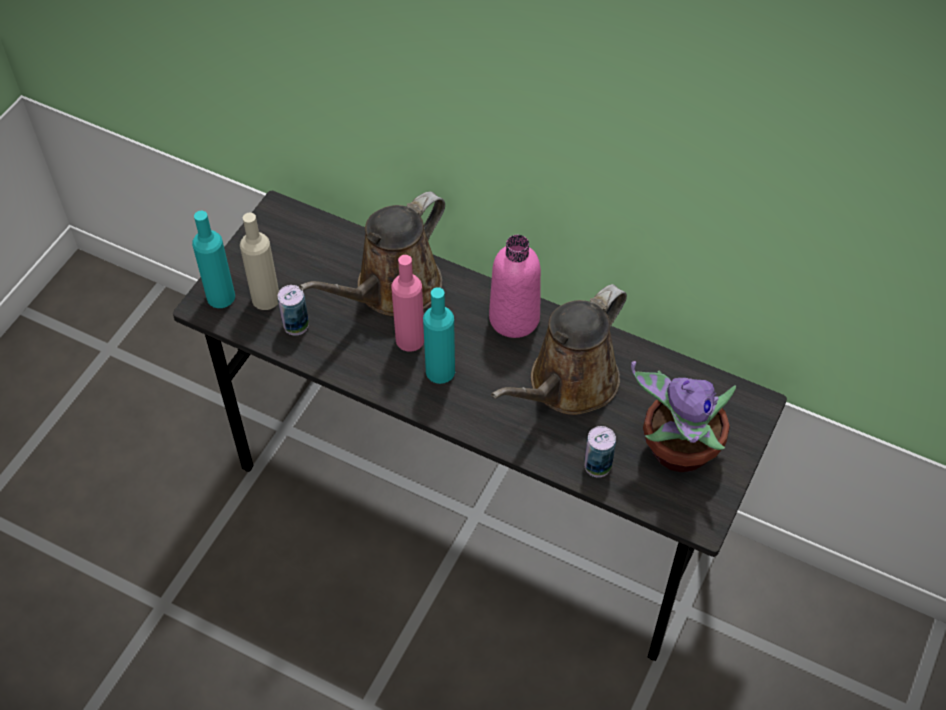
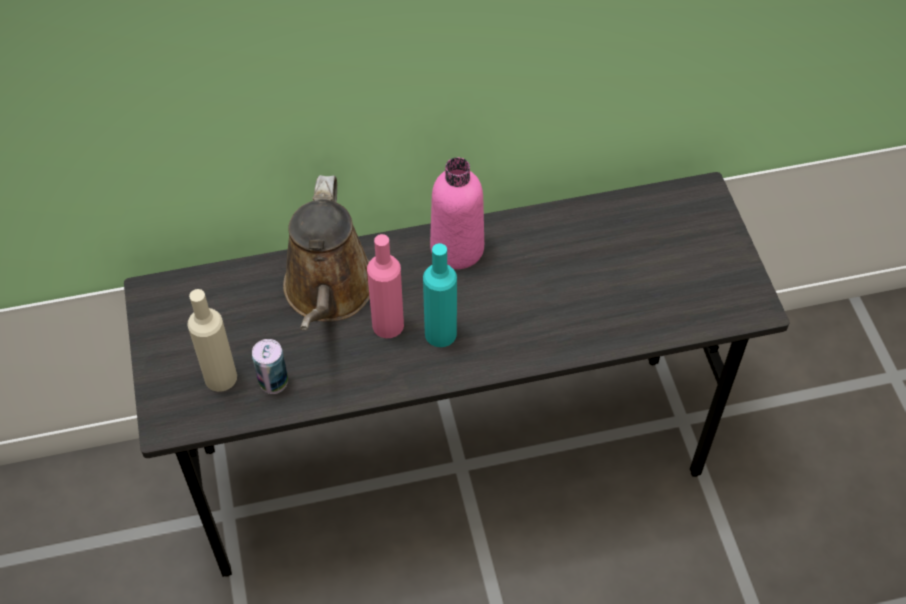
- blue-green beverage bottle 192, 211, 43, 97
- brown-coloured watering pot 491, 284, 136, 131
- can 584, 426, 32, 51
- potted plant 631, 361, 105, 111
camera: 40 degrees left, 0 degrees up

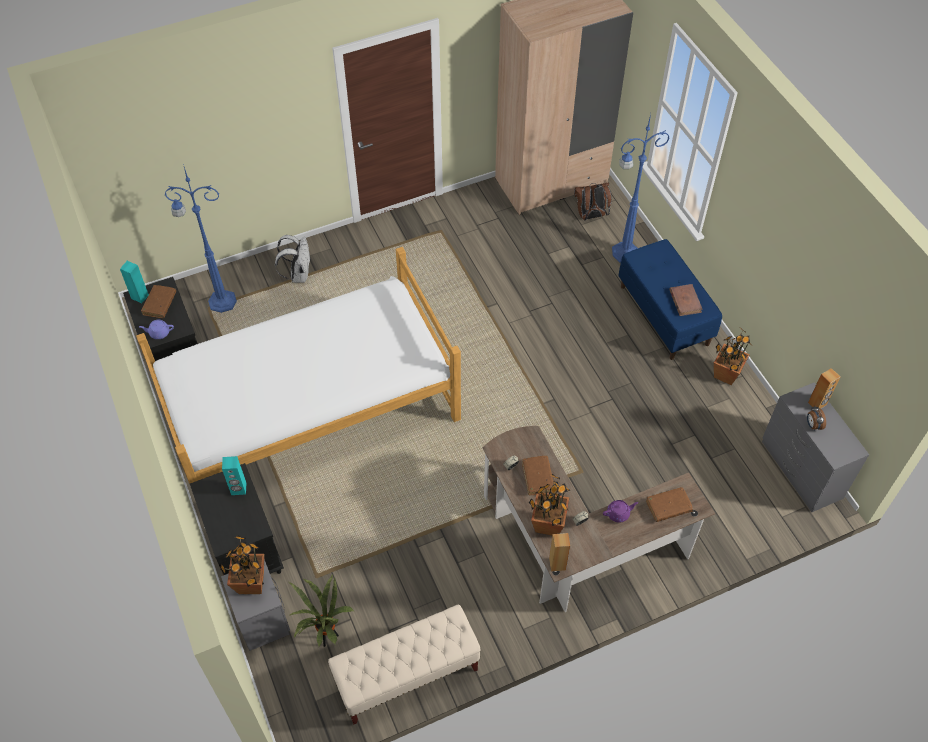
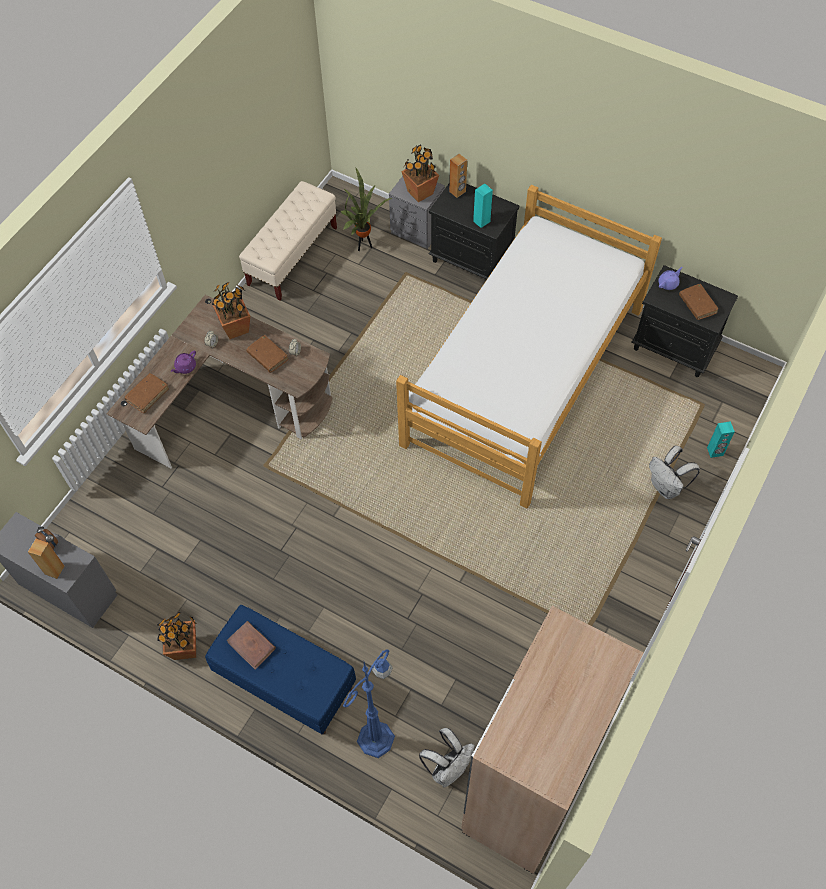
~ blue-green loudspeaker 120, 261, 29, 42 to 707, 421, 28, 37
- blue standard lamp 165, 164, 72, 149
~ brown-coloured loudspeaker 549, 533, 21, 39 to 449, 154, 18, 44
~ brown-coloured rucksack 574, 183, 38, 37 to white rucksack 419, 728, 56, 59
camera: 145 degrees right, 5 degrees up

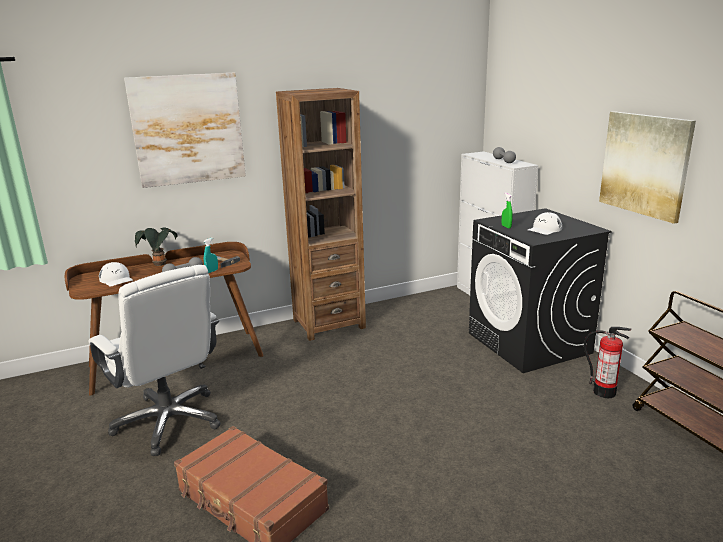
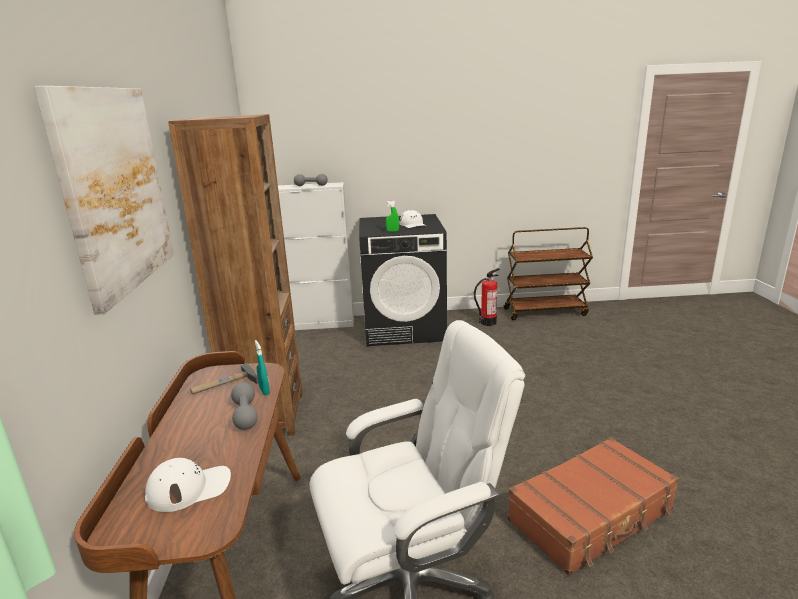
- potted plant 135, 228, 42, 38
- wall art 599, 111, 97, 113
camera: 70 degrees left, 0 degrees up

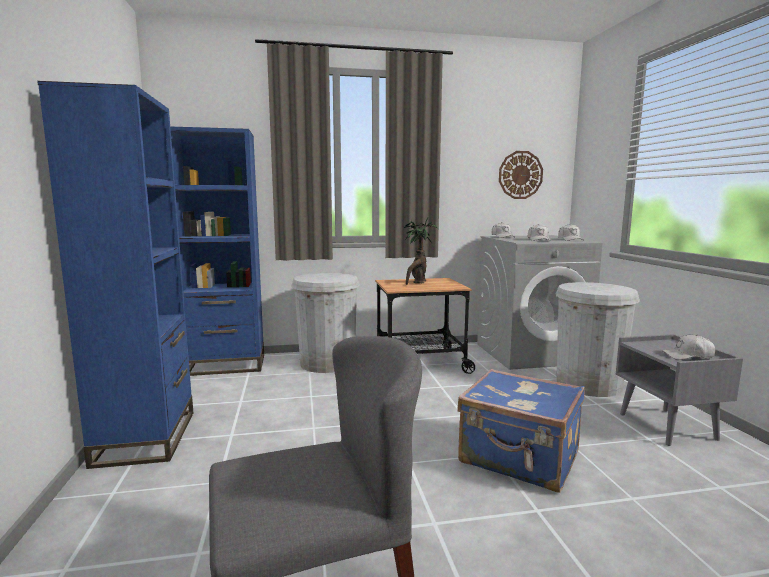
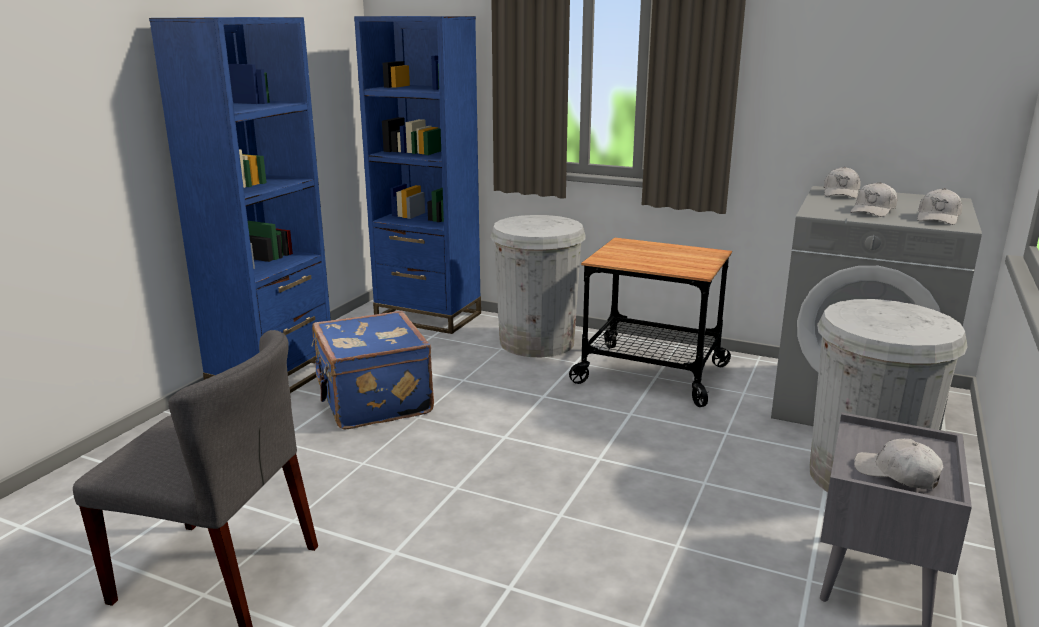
- potted plant 403, 218, 35, 67
~ blue travel case 457, 369, 128, 124 to 311, 311, 123, 118
- wall clock 499, 151, 44, 48
camera: 35 degrees right, 10 degrees up

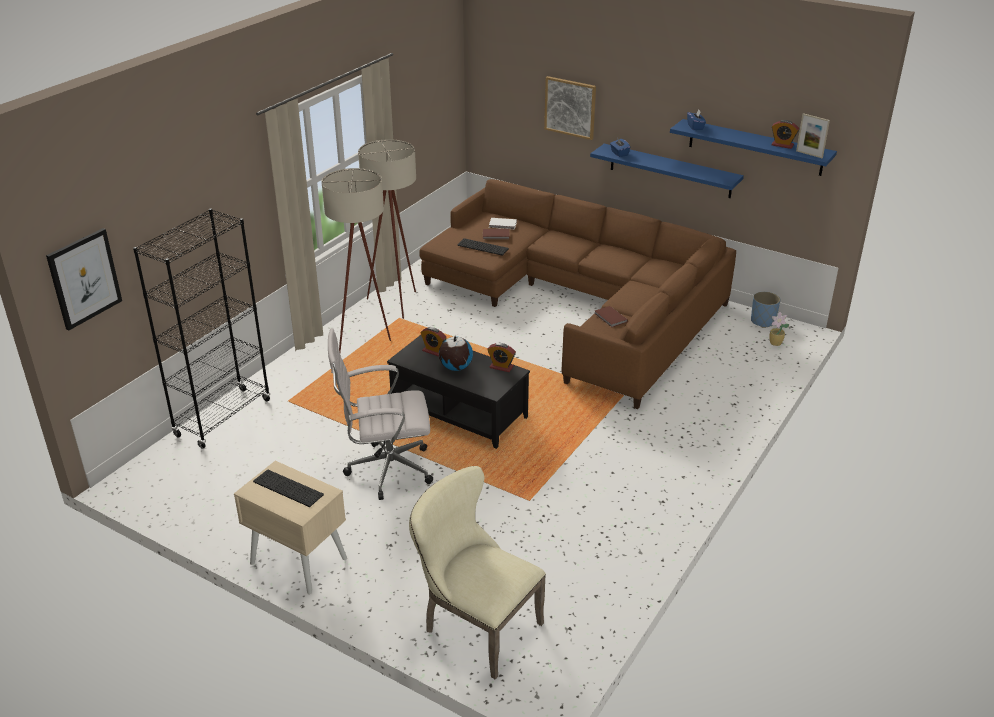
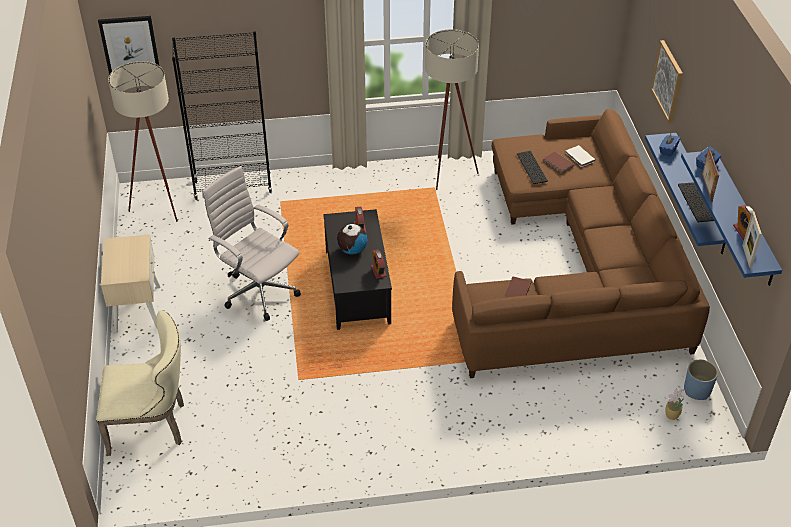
~ computer keyboard 253, 470, 71, 37 to 678, 182, 36, 41
~ sand-coloured standard lamp 321, 168, 70, 184 to 108, 61, 70, 161
~ sand-coloured chair 409, 466, 137, 213 = 96, 310, 88, 146 90 degrees clockwise
+ standing frame 702, 148, 17, 54
camera: 50 degrees right, 10 degrees up

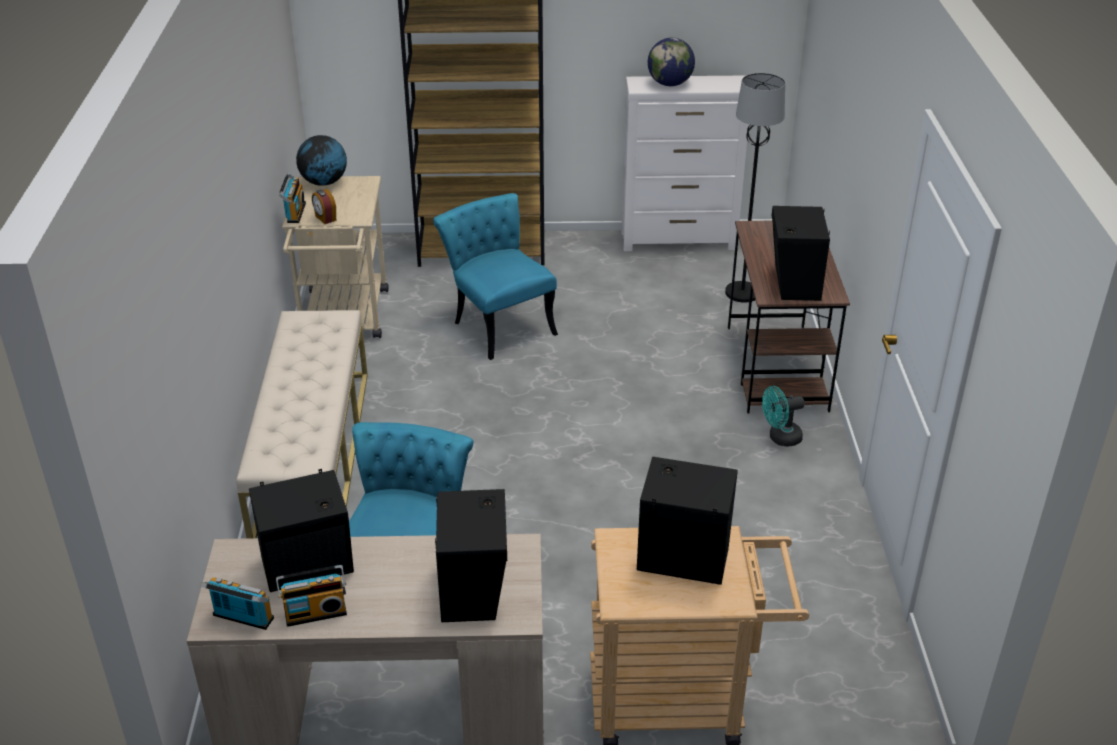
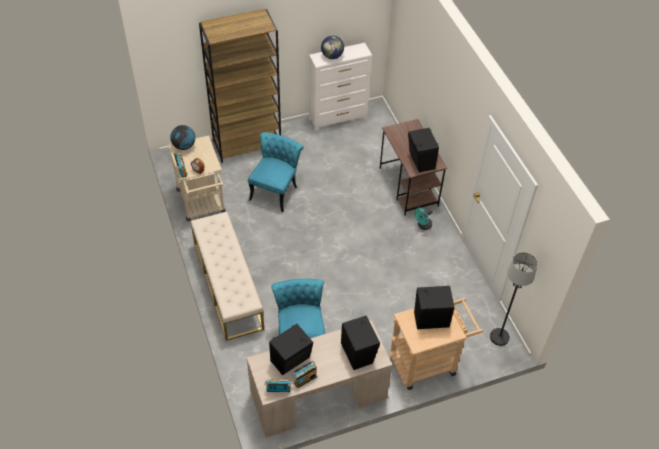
~ blue-green chair 433, 193, 125, 167 = 248, 132, 56, 80 75 degrees clockwise
~ black standard lamp 725, 73, 60, 230 to 490, 252, 47, 94
camera: 20 degrees left, 15 degrees up

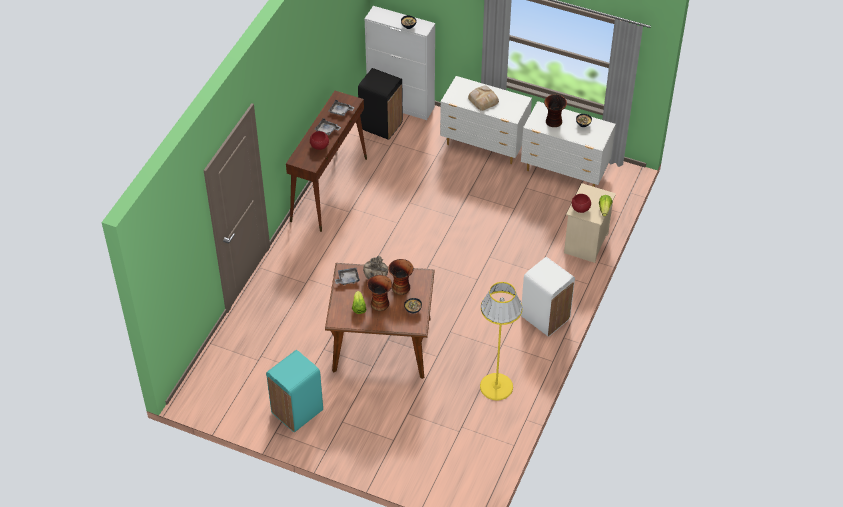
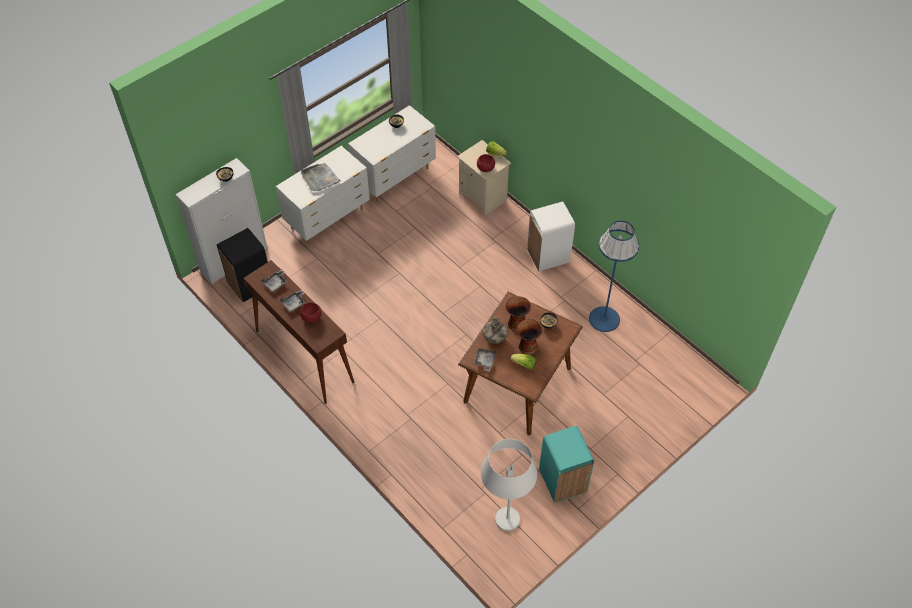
~ bakery bread 468, 86, 31, 25 to greyish serving tray 301, 163, 40, 28
~ yellowish standard lamp 480, 282, 43, 119 to blue standard lamp 589, 220, 50, 112
- flower vase 544, 94, 23, 33
+ white standard lamp 481, 439, 56, 92
camera: 65 degrees left, 5 degrees up

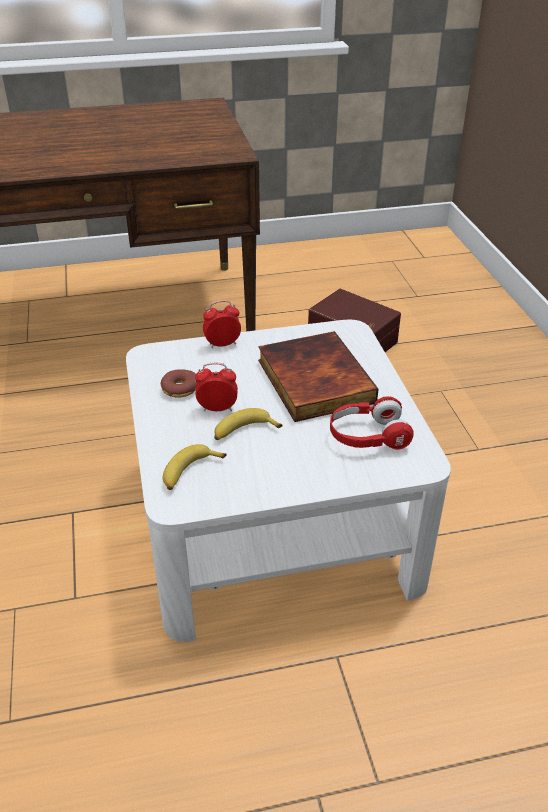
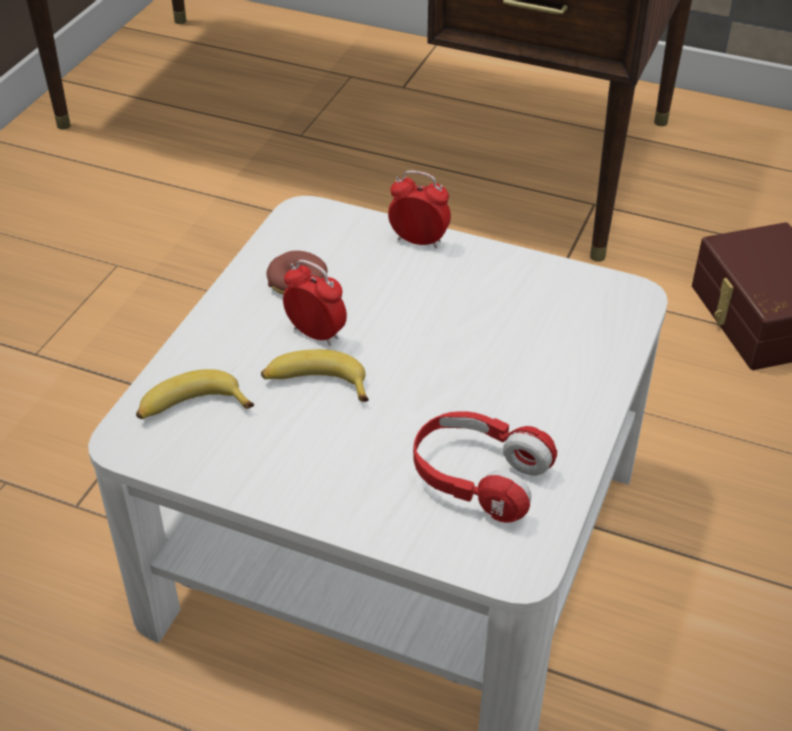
- bound book 258, 331, 120, 91
camera: 35 degrees right, 5 degrees up

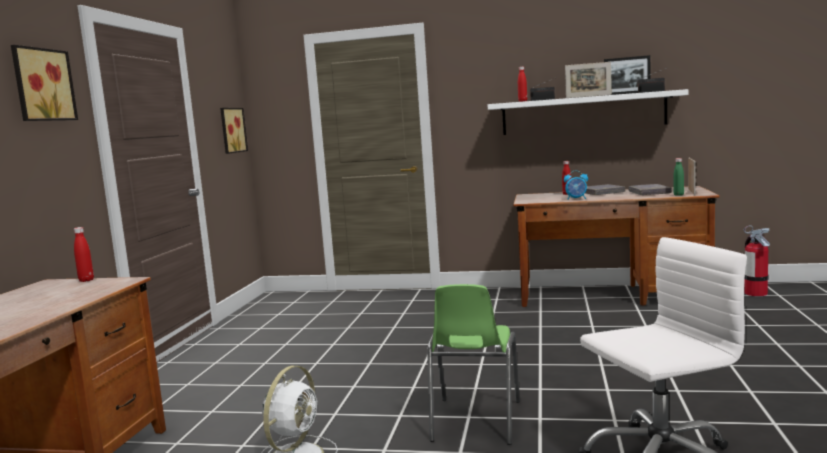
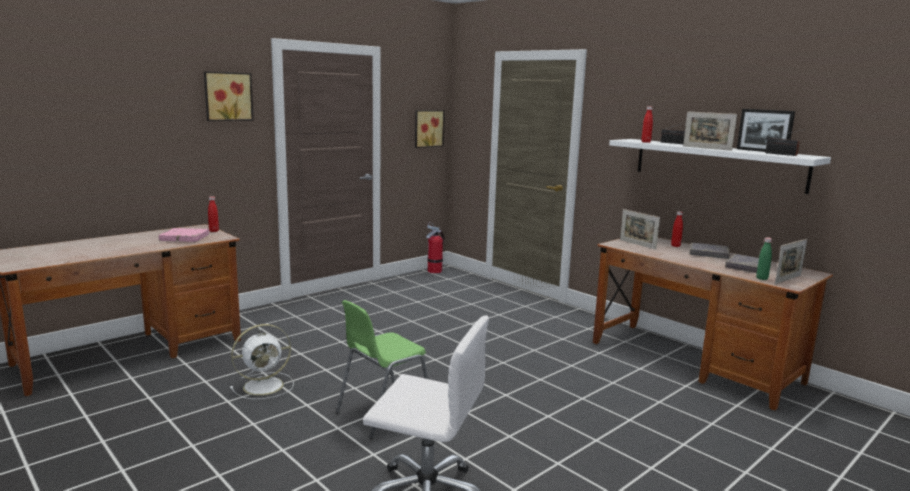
- bedside clock 564, 170, 24, 30
~ extinguisher 744, 225, 26, 71 to 426, 222, 19, 51
+ pink-coloured bound book 159, 228, 50, 14
+ standing frame 620, 209, 40, 41
camera: 35 degrees right, 5 degrees up

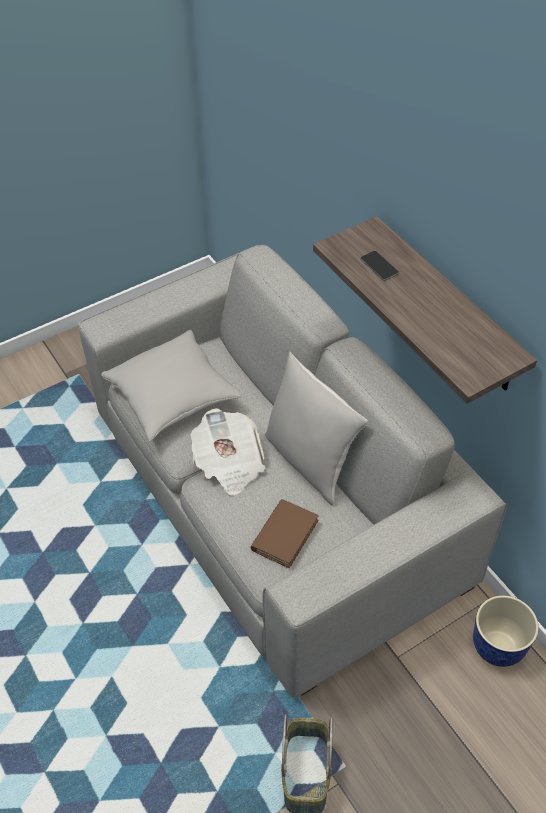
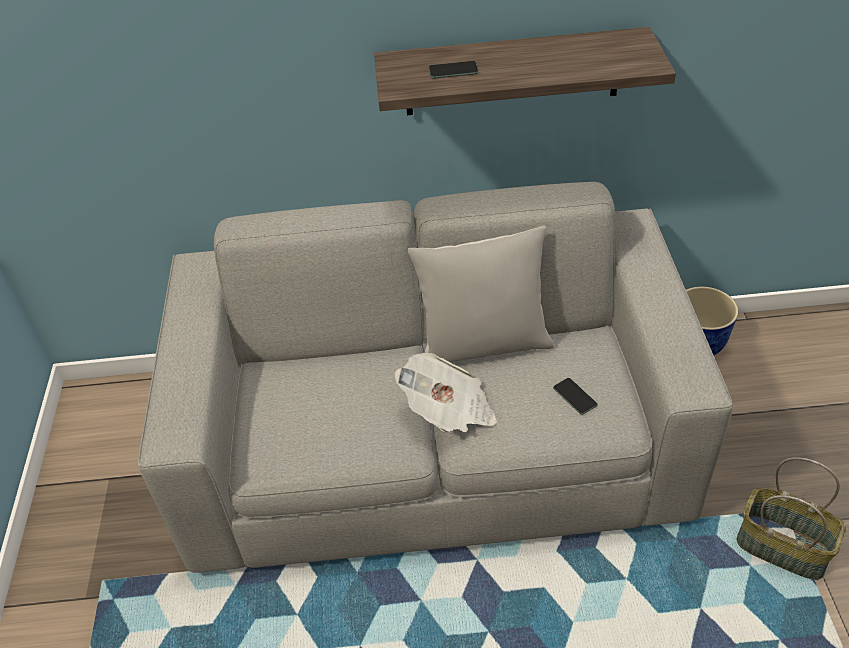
- greyish cushion 101, 330, 141, 111
~ brown-coloured bound book 251, 499, 68, 69 to handset 553, 378, 44, 37
camera: 60 degrees left, 5 degrees down

